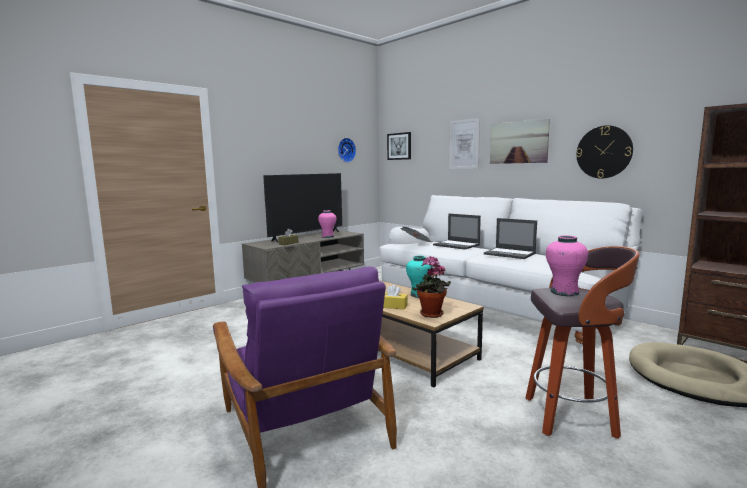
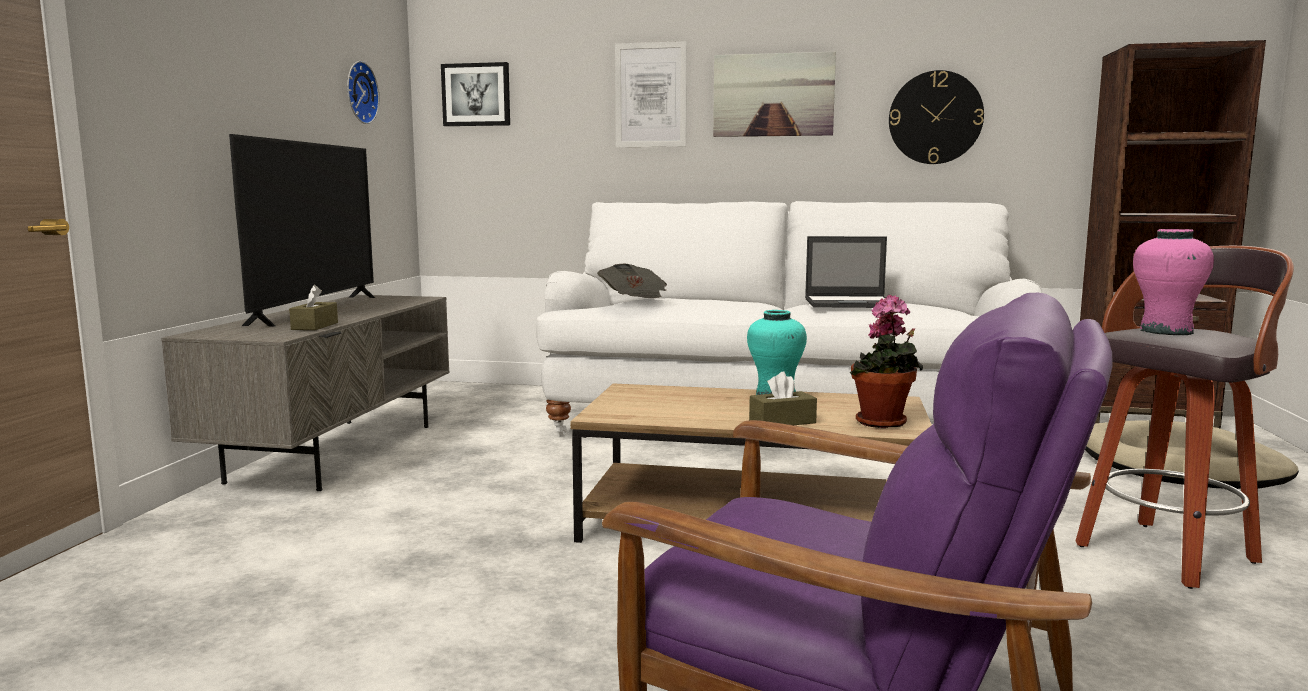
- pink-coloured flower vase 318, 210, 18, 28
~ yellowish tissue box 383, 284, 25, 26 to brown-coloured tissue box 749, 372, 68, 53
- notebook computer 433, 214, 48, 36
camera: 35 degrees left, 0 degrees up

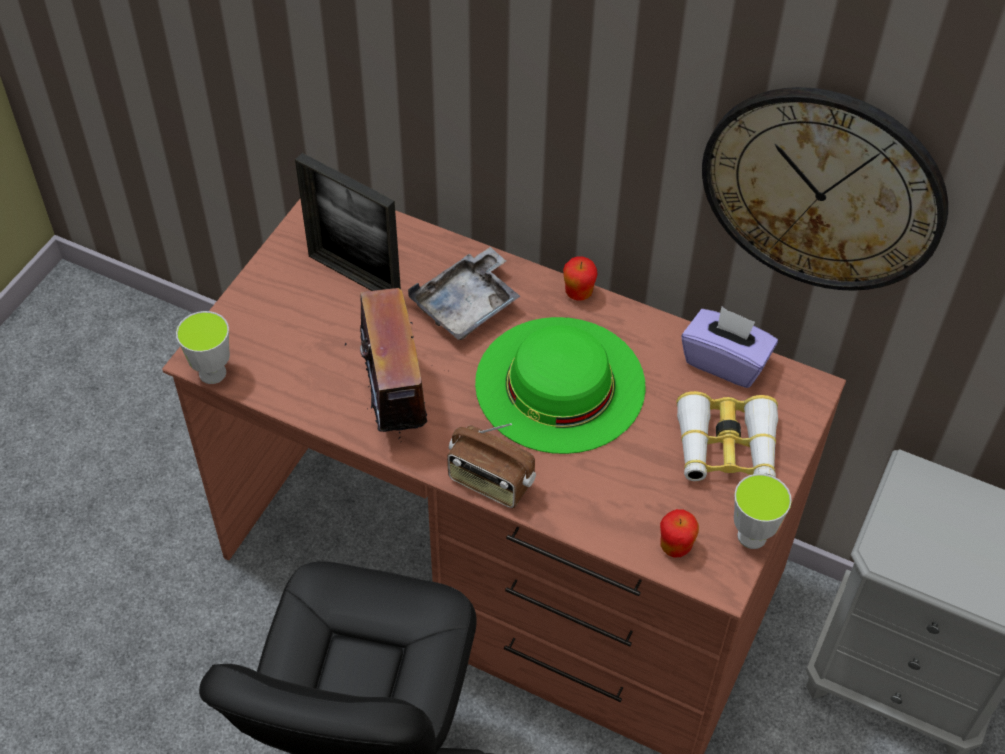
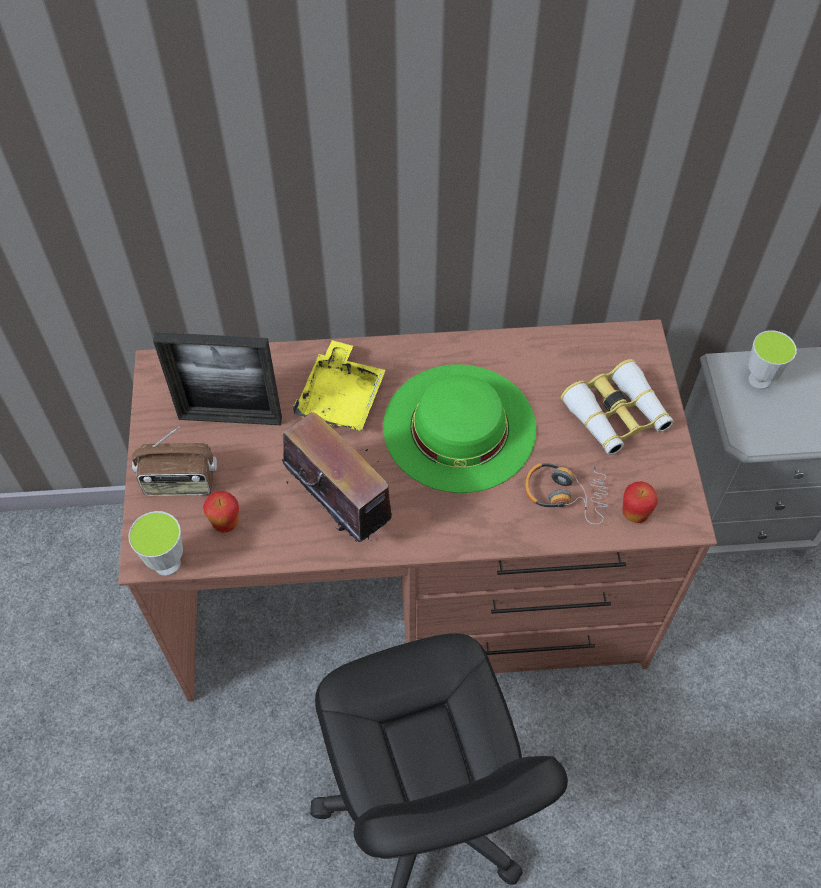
~ greyish serving tray 408, 247, 112, 93 to yellowish serving tray 292, 340, 94, 91
~ radio 447, 423, 89, 85 to 132, 426, 85, 70
~ apple fruit 563, 256, 35, 45 to 203, 491, 36, 42
- purplish tissue box 681, 307, 97, 81
- wall clock 702, 87, 246, 204
~ cup 734, 474, 58, 75 to 748, 330, 49, 59
+ headphones 525, 463, 83, 62
camera: 30 degrees left, 5 degrees up

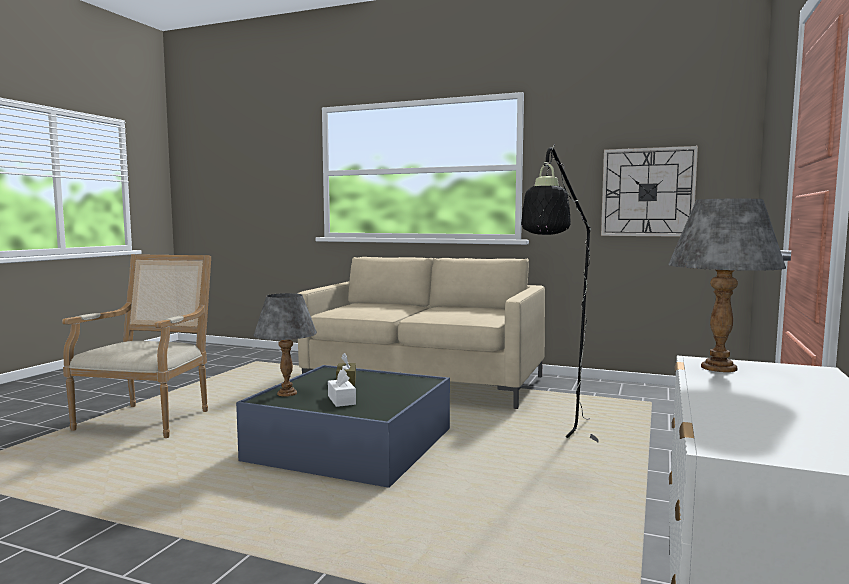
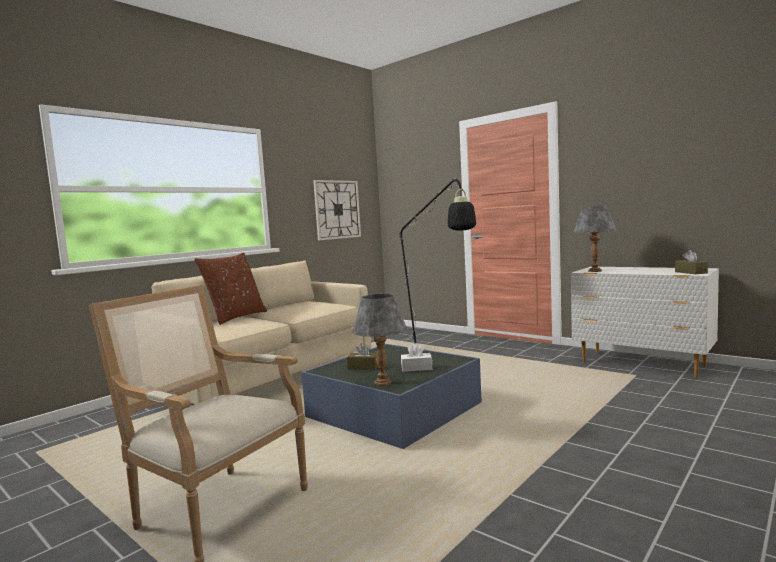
+ brown-coloured cushion 194, 252, 73, 73
+ brown-coloured tissue box 675, 250, 33, 24
camera: 70 degrees left, 0 degrees up

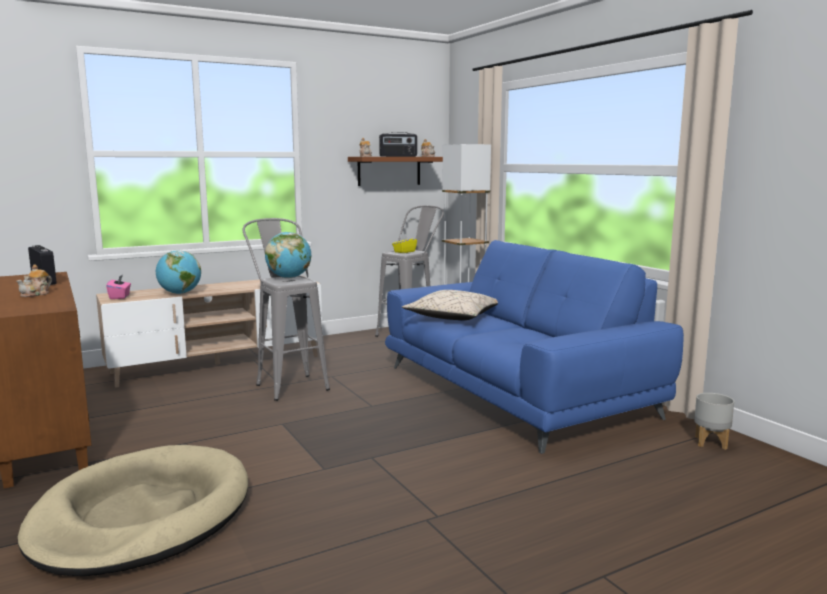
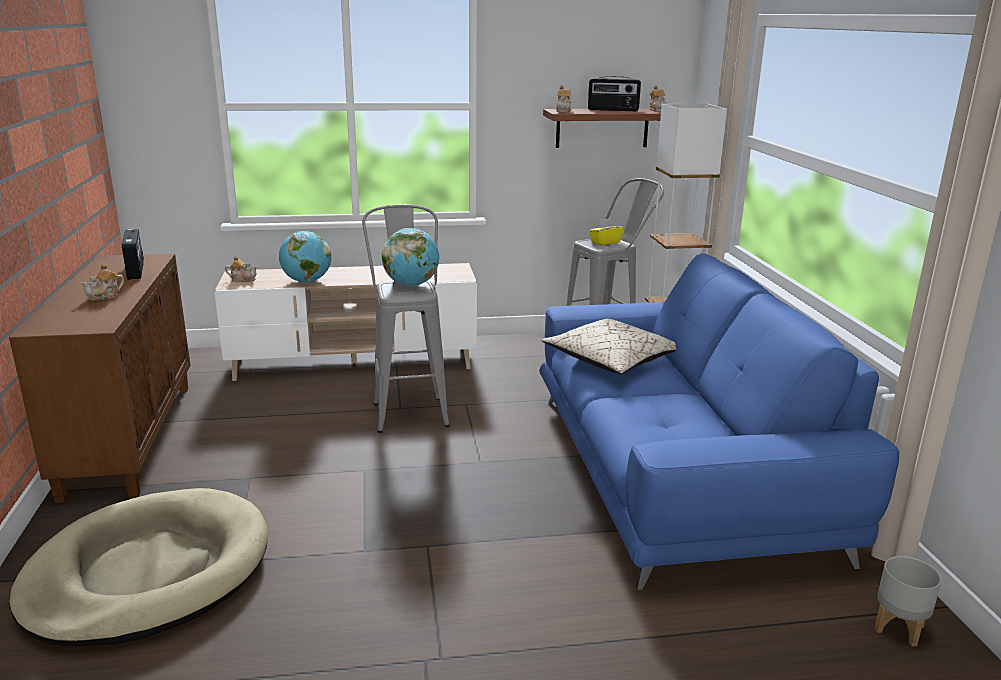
~ pink-coloured tissue box 106, 275, 25, 24 to tea pot 225, 256, 32, 26
camera: 20 degrees right, 10 degrees up

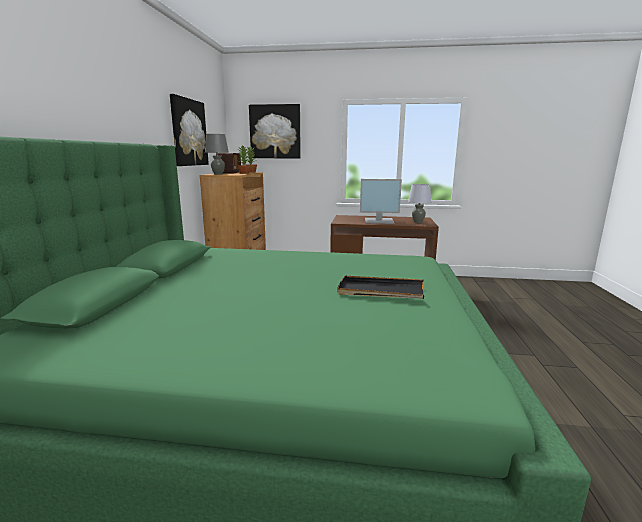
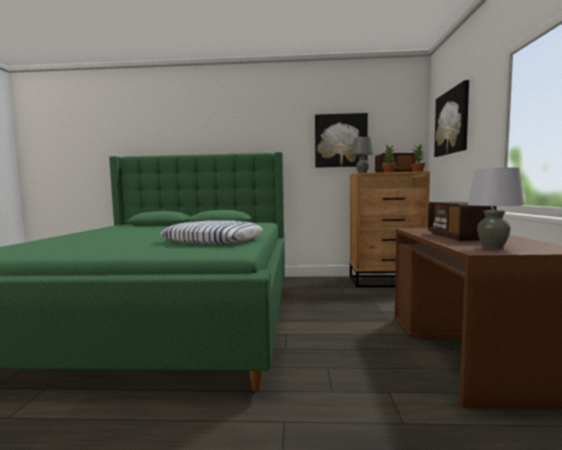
- black serving tray 337, 276, 87, 23
~ monitor 360, 179, 42, 45 to radio 428, 202, 63, 39
+ cushion 160, 220, 103, 24
camera: 85 degrees right, 10 degrees down

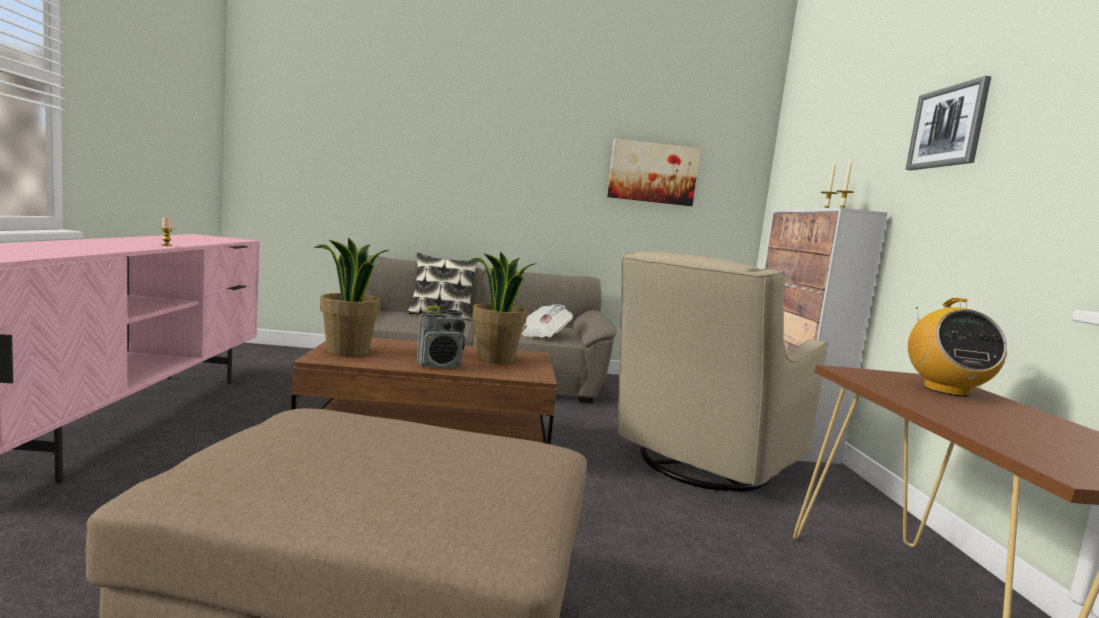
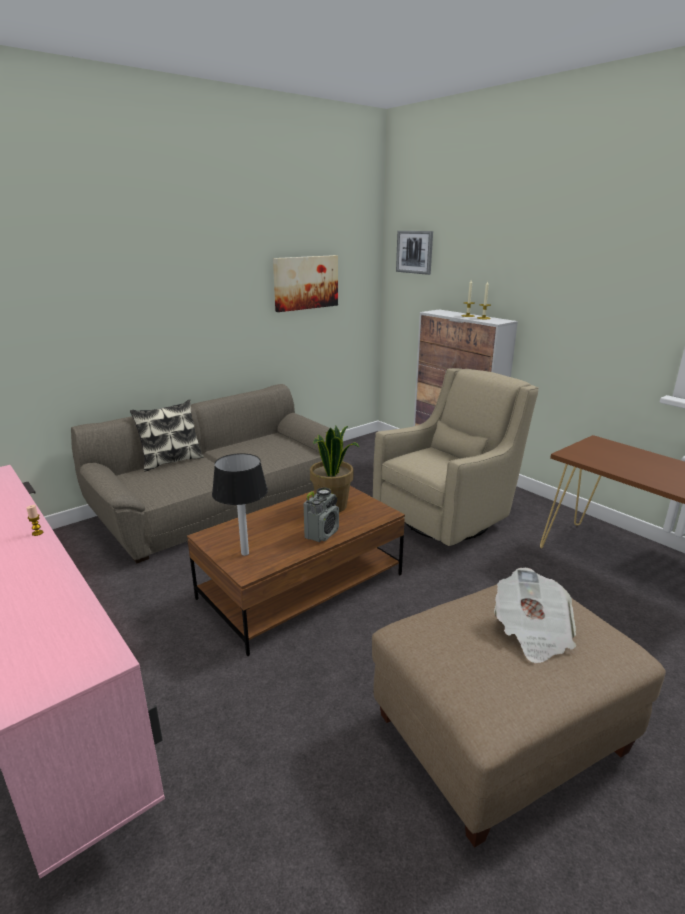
~ potted plant 314, 237, 75, 120 to table lamp 212, 453, 56, 103
~ printed paper 522, 304, 51, 33 to 494, 568, 82, 96
~ sand-coloured armchair 618, 252, 210, 240 = 373, 368, 165, 178 135 degrees counterclockwise
~ wall art 906, 76, 85, 94 to 396, 231, 37, 44
- radio 908, 298, 99, 99
camera: 35 degrees left, 15 degrees up

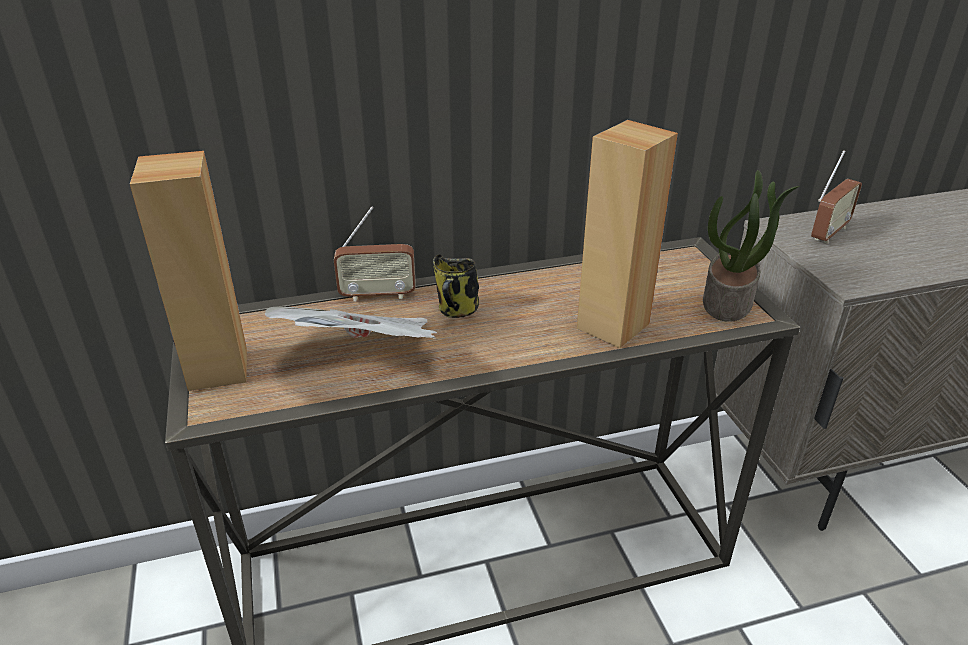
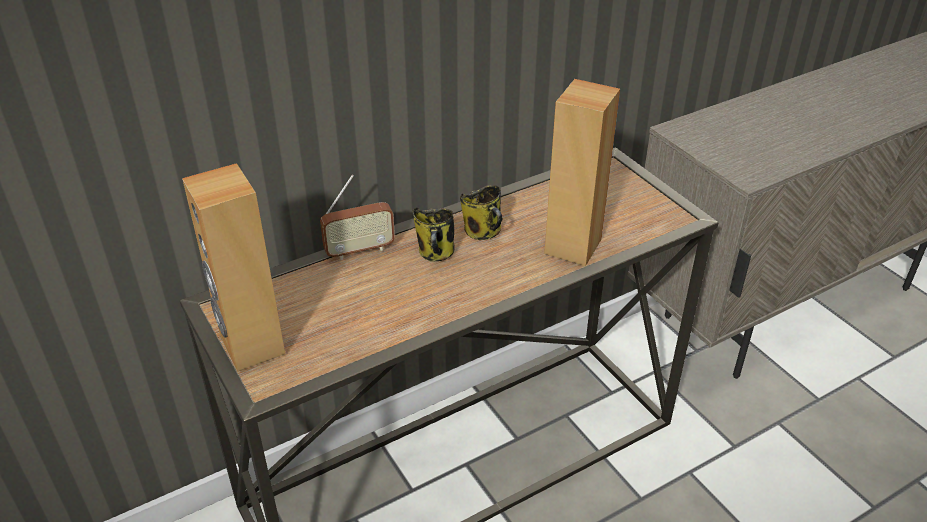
- printed paper 265, 307, 173, 32
- potted plant 703, 170, 97, 152
- radio 811, 150, 51, 94
+ mug 460, 185, 42, 55
camera: 15 degrees left, 5 degrees up

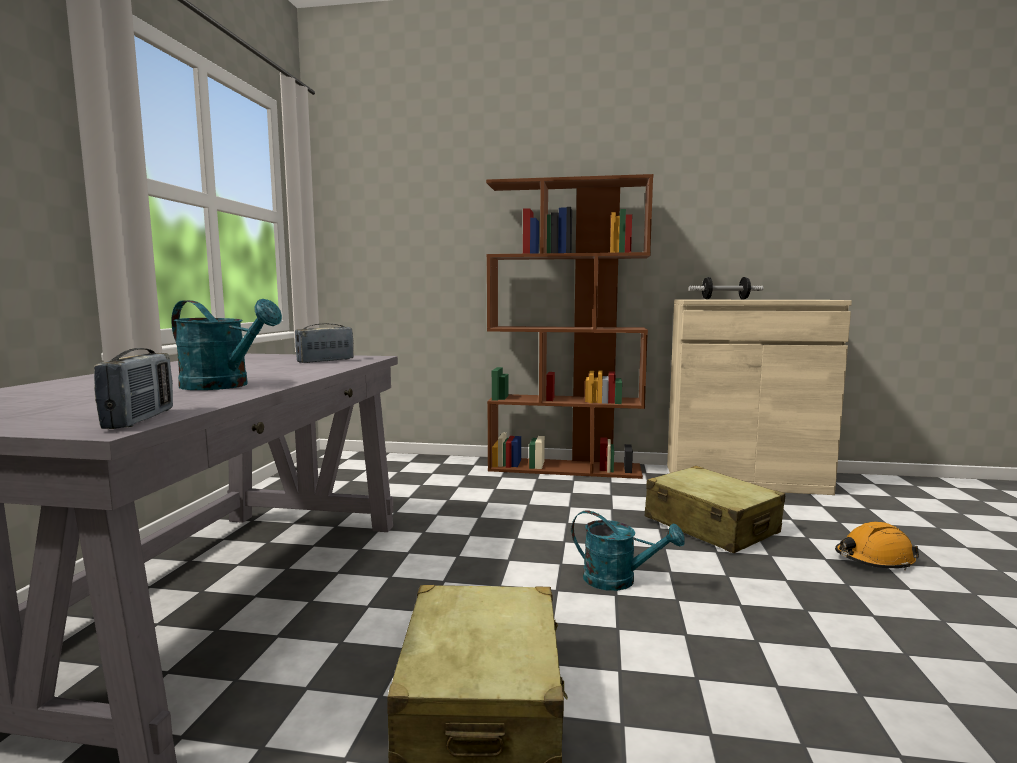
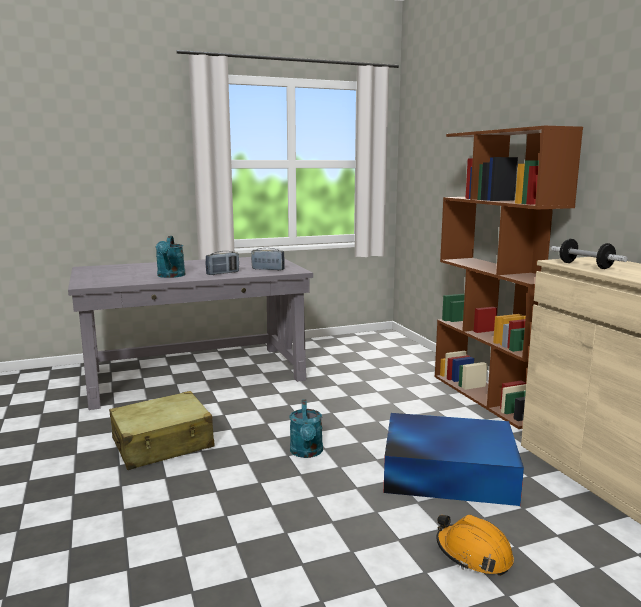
~ radio 94, 348, 79, 81 to 205, 251, 34, 24
~ sand-coloured travel case 645, 466, 140, 87 to blue storage container 384, 413, 140, 93
camera: 60 degrees right, 5 degrees up

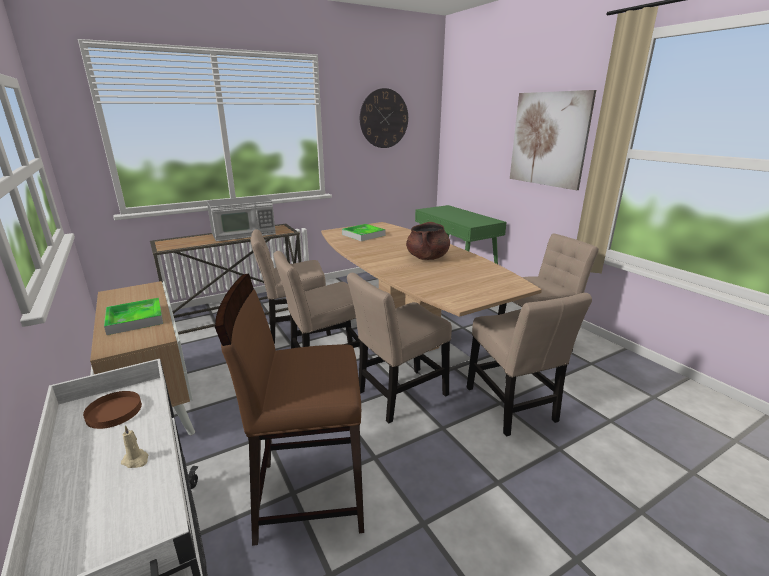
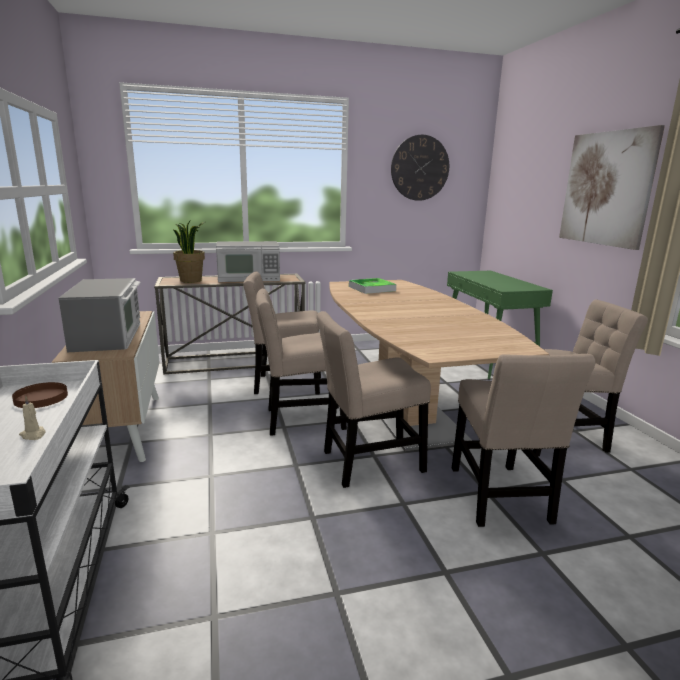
~ serving tray 104, 298, 59, 37 to microwave oven 58, 278, 83, 74
- brown-coloured sitting stool 215, 273, 149, 273
- brown-coloured stockpot 406, 222, 44, 38
+ potted plant 173, 221, 32, 62
camera: 15 degrees right, 5 degrees down

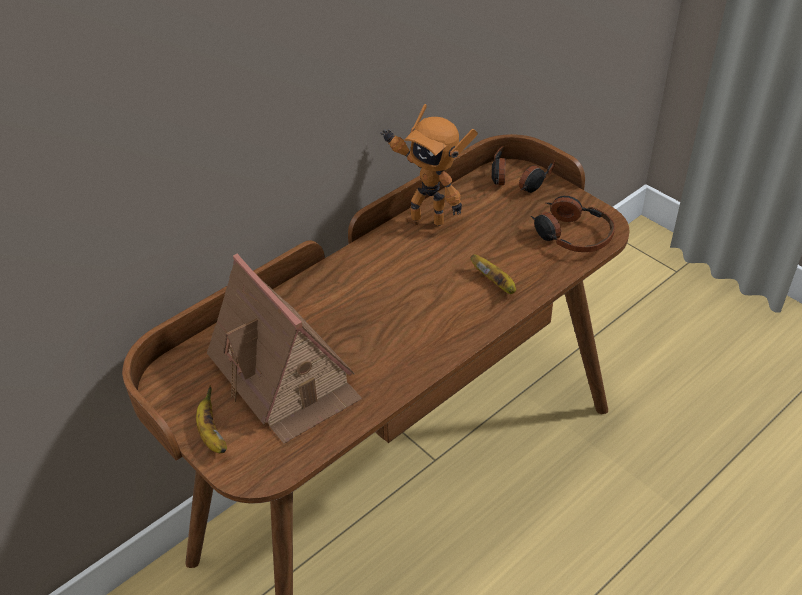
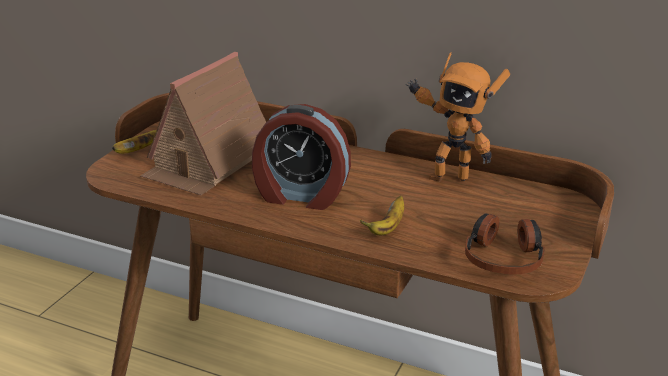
~ robot figure 380, 104, 98, 122 = 406, 52, 104, 129 75 degrees counterclockwise
- headphones 491, 146, 64, 47
+ bedside clock 252, 104, 99, 106
camera: 65 degrees right, 15 degrees down

